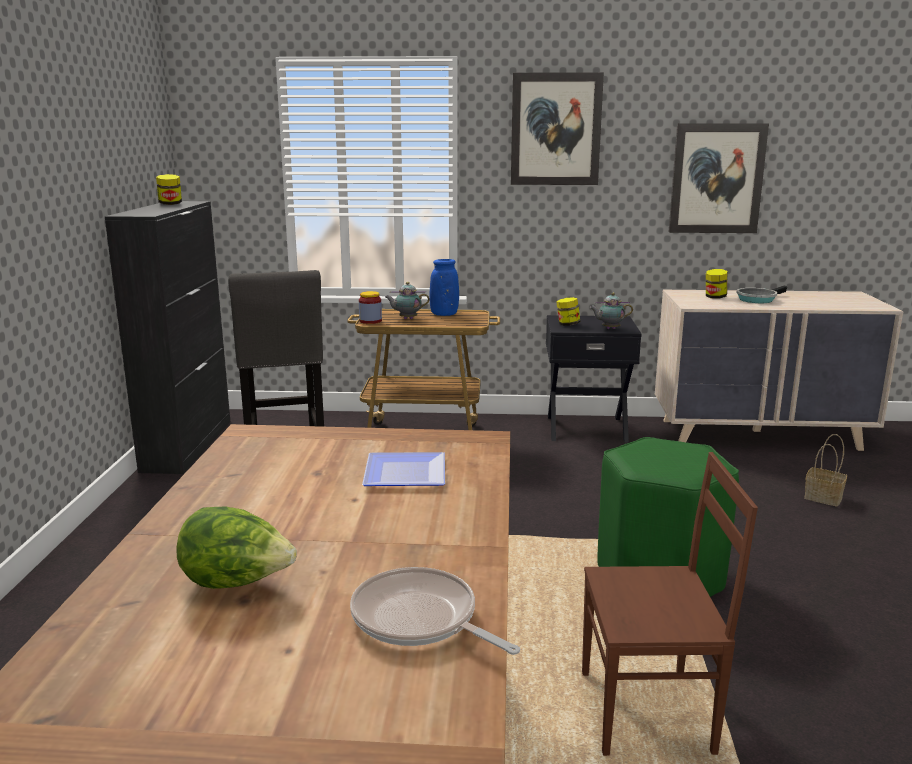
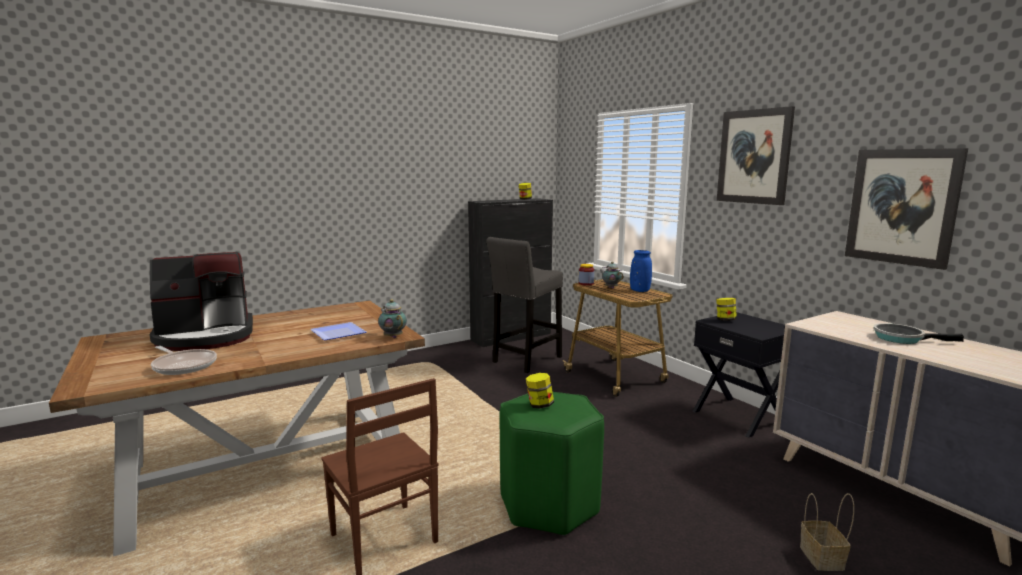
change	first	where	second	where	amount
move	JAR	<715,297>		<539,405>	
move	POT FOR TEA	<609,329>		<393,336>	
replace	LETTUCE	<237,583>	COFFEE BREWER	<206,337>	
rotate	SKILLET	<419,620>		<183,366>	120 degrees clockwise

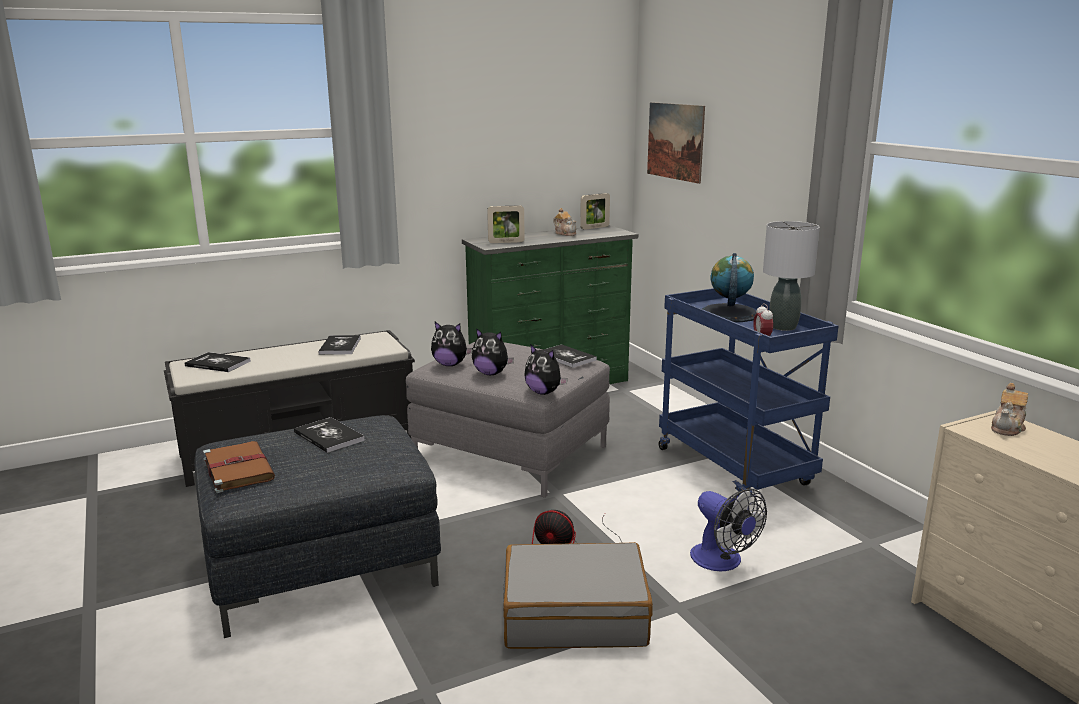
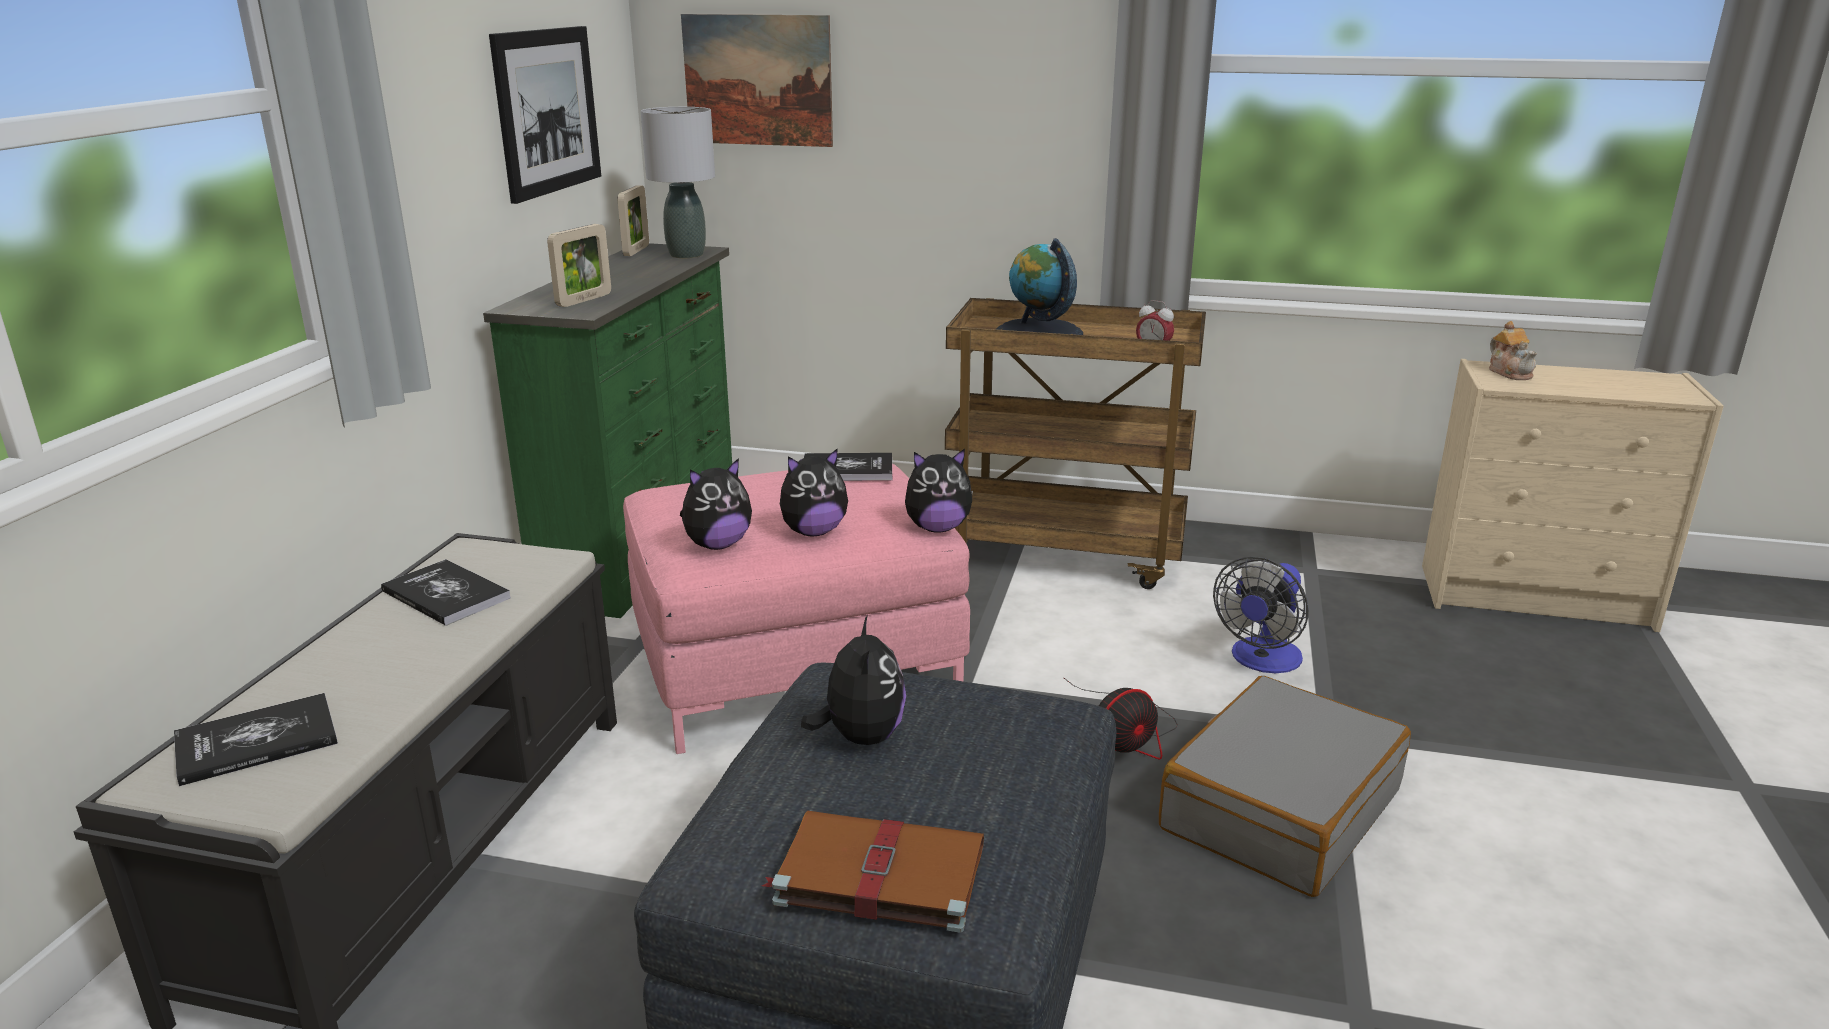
change	first	where	second	where	amount
delete	POT FOR TEA	<565,233>			
move	GREYISH TABLE LAMP	<783,327>		<686,255>	
recolor	BLUE-COLOURED CART	<735,468>	BROWN CART	<1067,553>	
recolor	GREYISH OTTOMAN	<511,452>	PINK-COLOURED OTTOMAN	<796,665>	
replace	BOUND BOOK	<329,436>	PLUSH TOY	<860,737>	
rotate	COOLING FAN	<722,561>		<1261,661>	120 degrees clockwise
insert			WALL PICTURE	<547,111>	

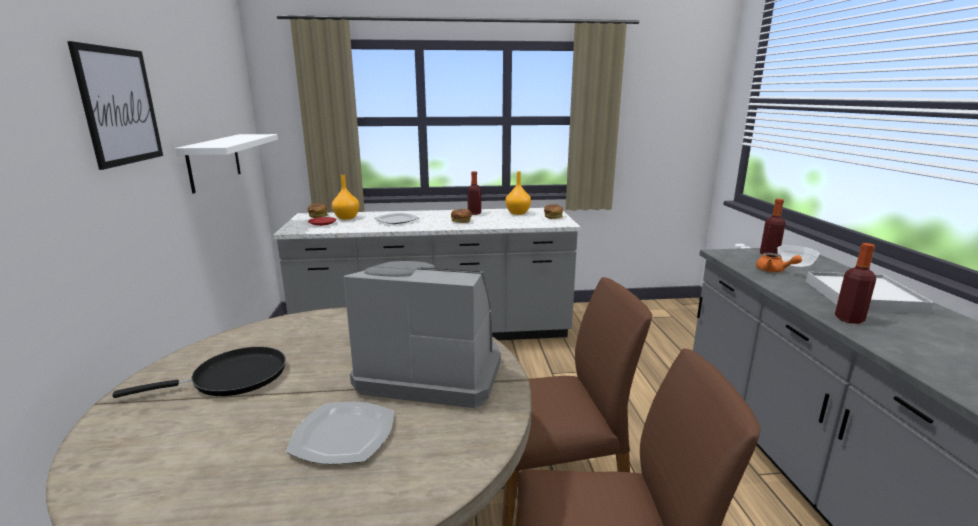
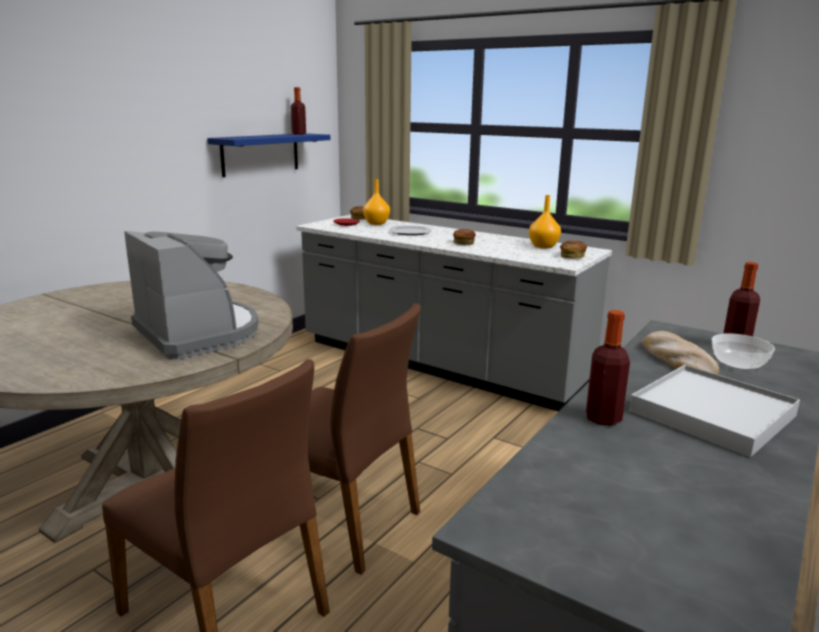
change	first	where	second	where	amount
delete	WALL PICTURE	<120,106>			
recolor	WHITISH WALL SHELF	<214,161>	BLUE-COLOURED WALL SHELF	<260,154>	
move	BOTTLE	<474,213>		<299,134>	
replace	ORANGE-COLOURED POT FOR TEA	<774,271>	BAKED BREAD	<676,360>	
delete	BLACKISH SKILLET	<233,378>			
delete	DINNER PLATE	<344,434>			

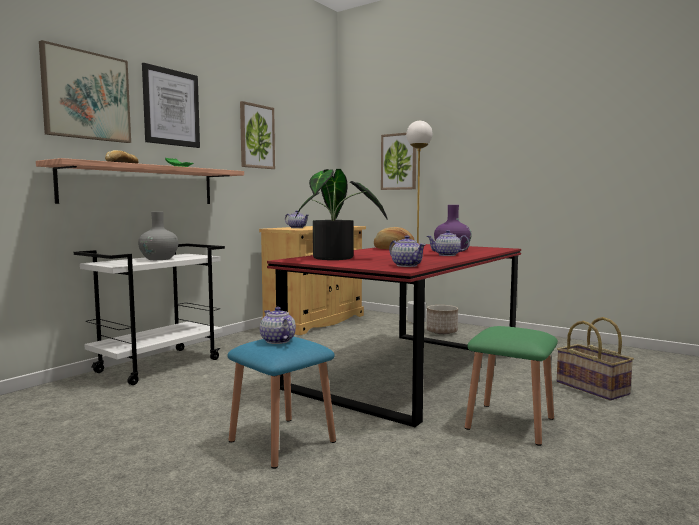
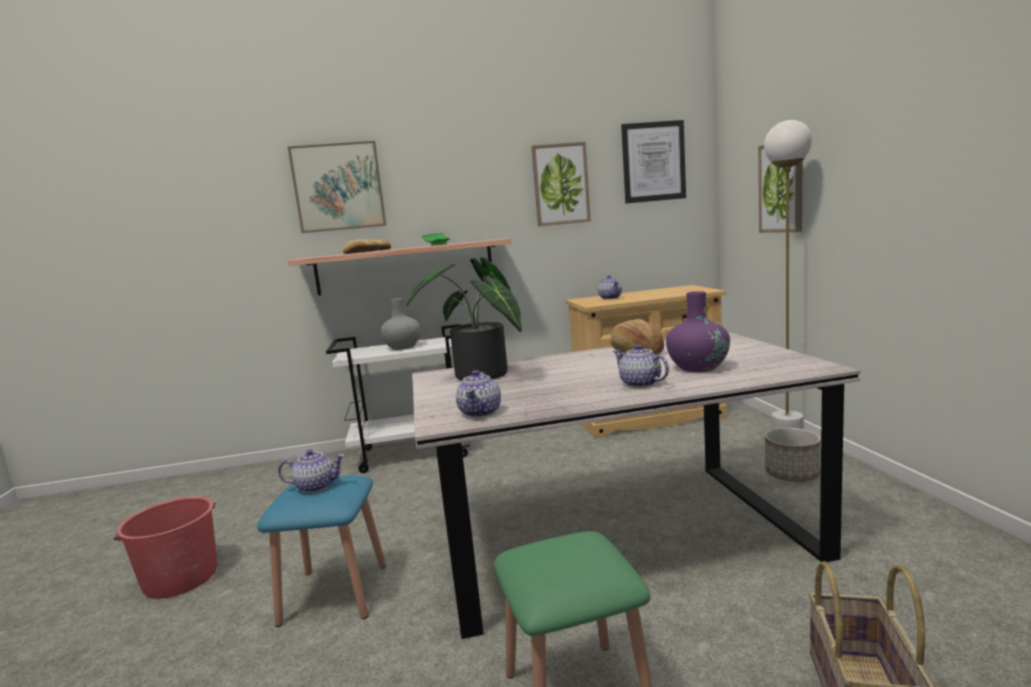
change	first	where	second	where	amount
move	WALL PICTURE	<171,107>		<653,162>	
recolor	RED-COLOURED DINNER TABLE	<406,369>	GREYISH DINNER TABLE	<617,534>	
rotate	POT FOR TEA	<277,341>		<315,486>	75 degrees clockwise
insert			RED-COLOURED PAIL	<180,578>	

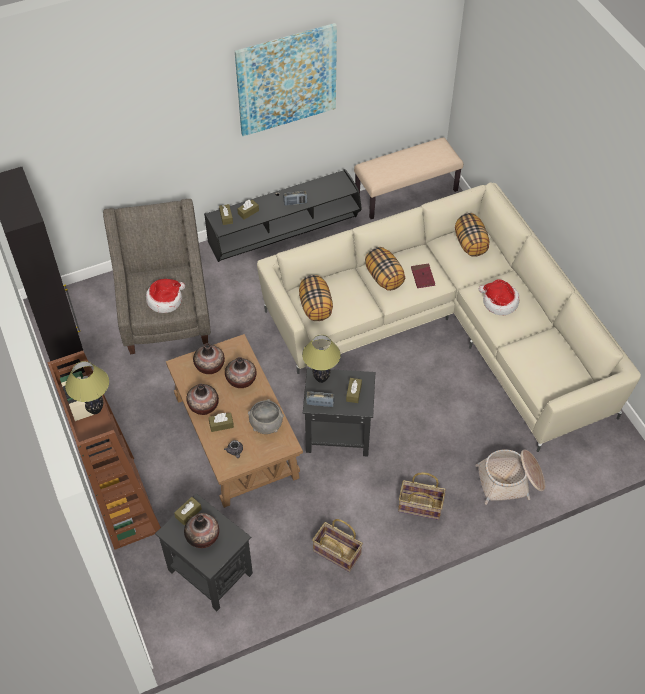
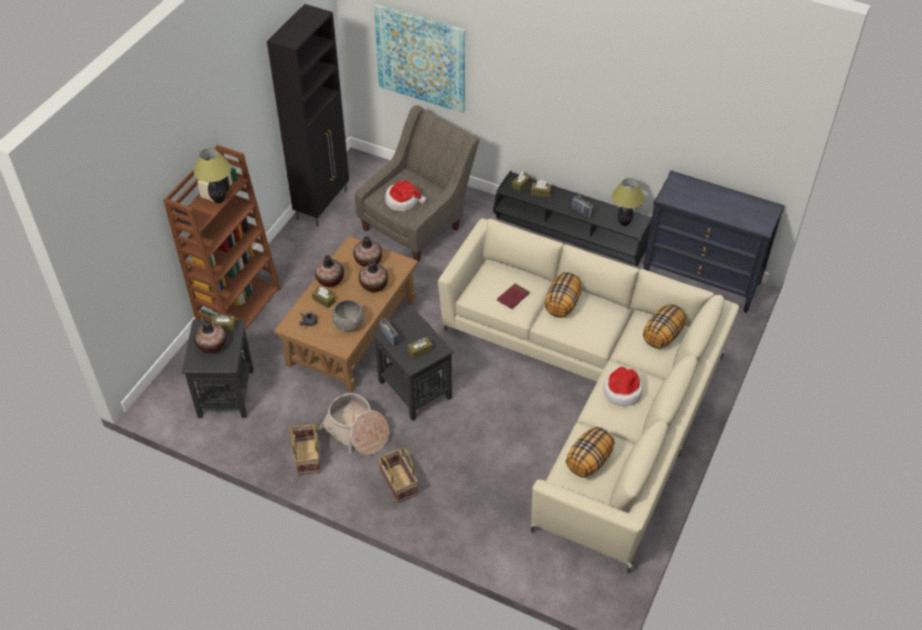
change	first	where	second	where	amount
move	WALL PICTURE	<286,79>		<421,58>	
replace	BEIGE-COLOURED BENCH	<406,192>	BLACKISH DRESSER	<701,280>	
move	RED-COLOURED BOUND BOOK	<422,277>		<513,297>	
move	PILLOW	<316,307>		<589,461>	
move	TABLE LAMP	<321,379>		<624,223>	
move	STORAGE BASKET	<510,481>		<357,432>	

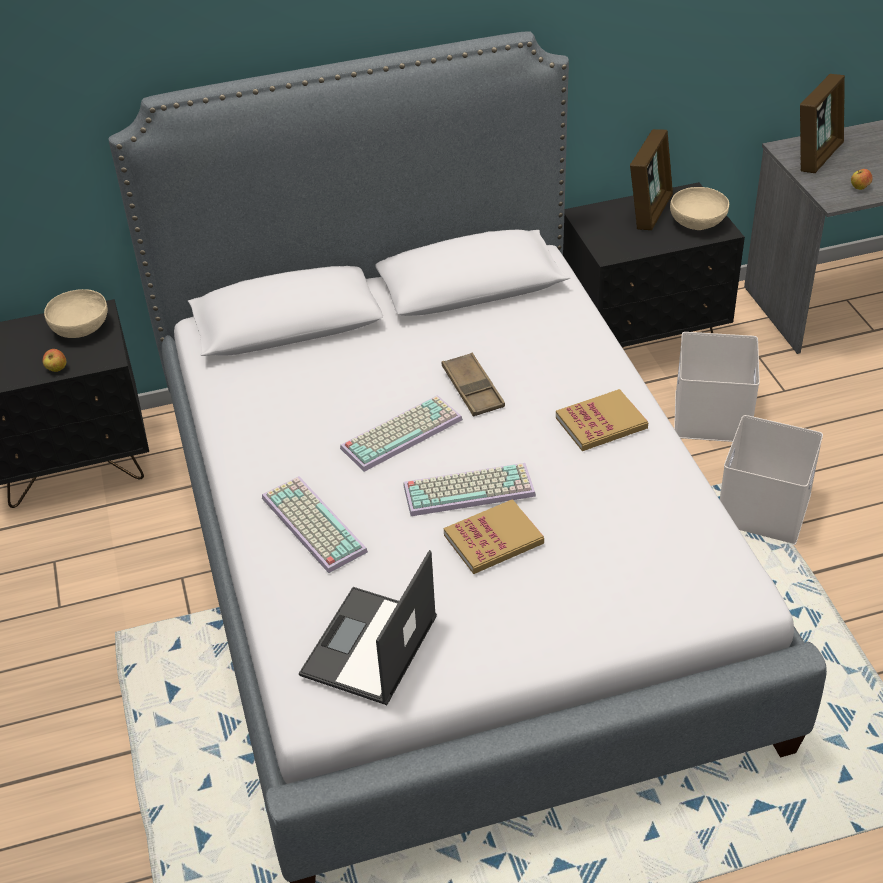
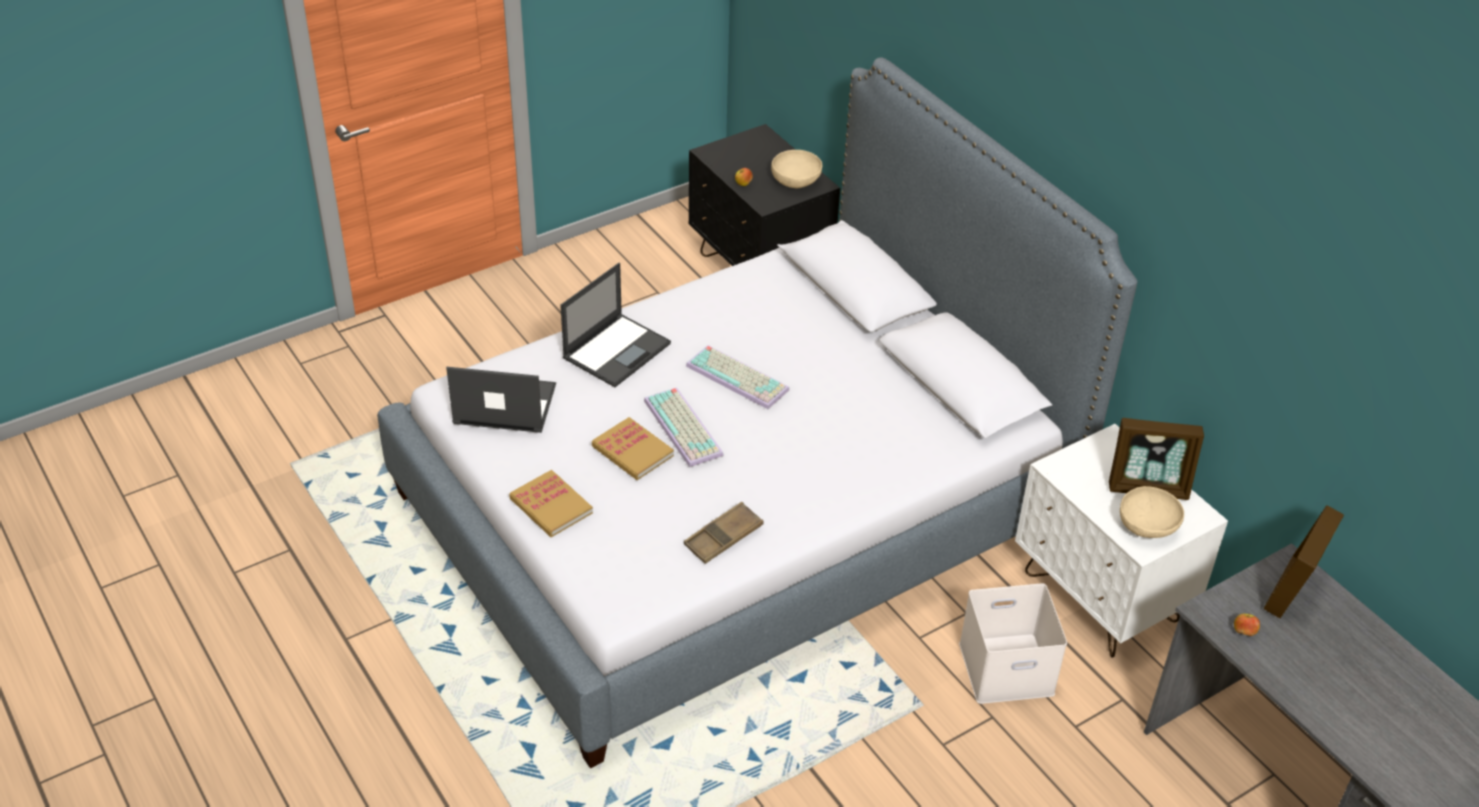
change	first	where	second	where	amount
rotate	PICTURE FRAME	<817,155>		<1292,591>	105 degrees clockwise
recolor	BLACKISH BEDSIDE TABLE	<642,339>	WHITISH BEDSIDE TABLE	<1101,598>	
move	BROWN CARRYING TRAY	<473,389>		<723,537>	
move	BOUND BOOK	<601,423>		<551,506>	
delete	WHITISH STORAGE BOX	<762,506>			
replace	COMPUTER KEYBOARD	<310,524>	PORTABLE COMPUTER	<617,350>	

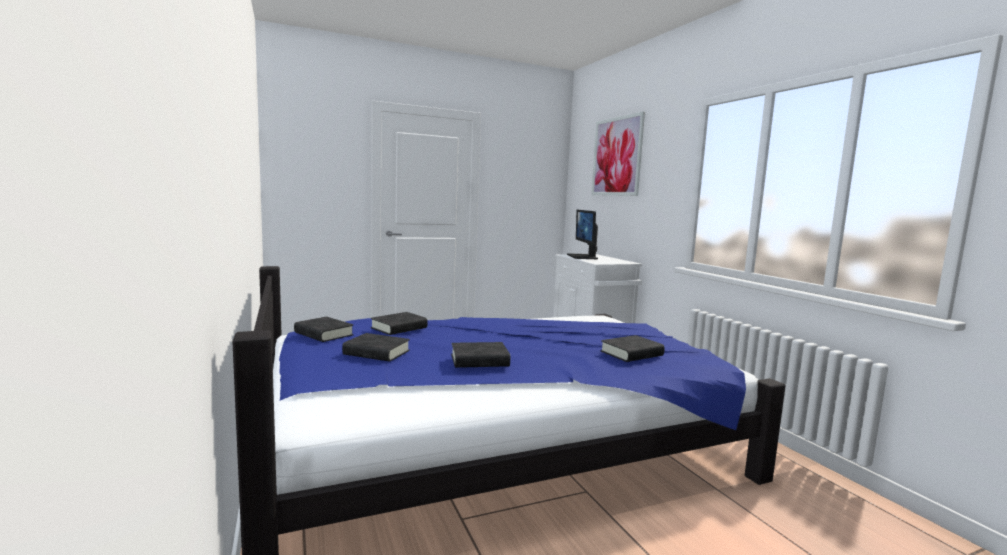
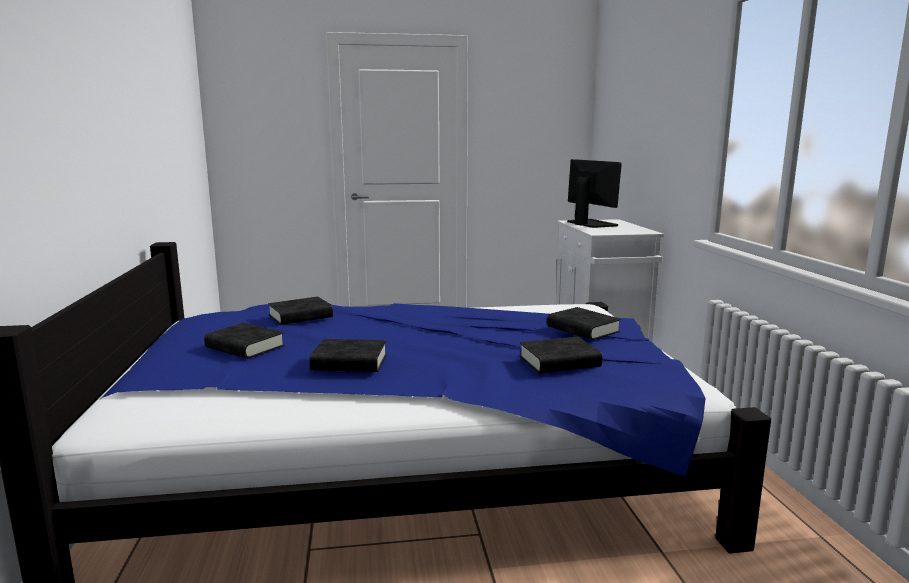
change	first	where	second	where	amount
delete	WALL PICTURE	<616,156>			
rotate	COMPUTER DISPLAY	<582,257>		<590,224>	150 degrees clockwise
move	BLACKISH BOUND BOOK	<323,334>		<583,329>	

